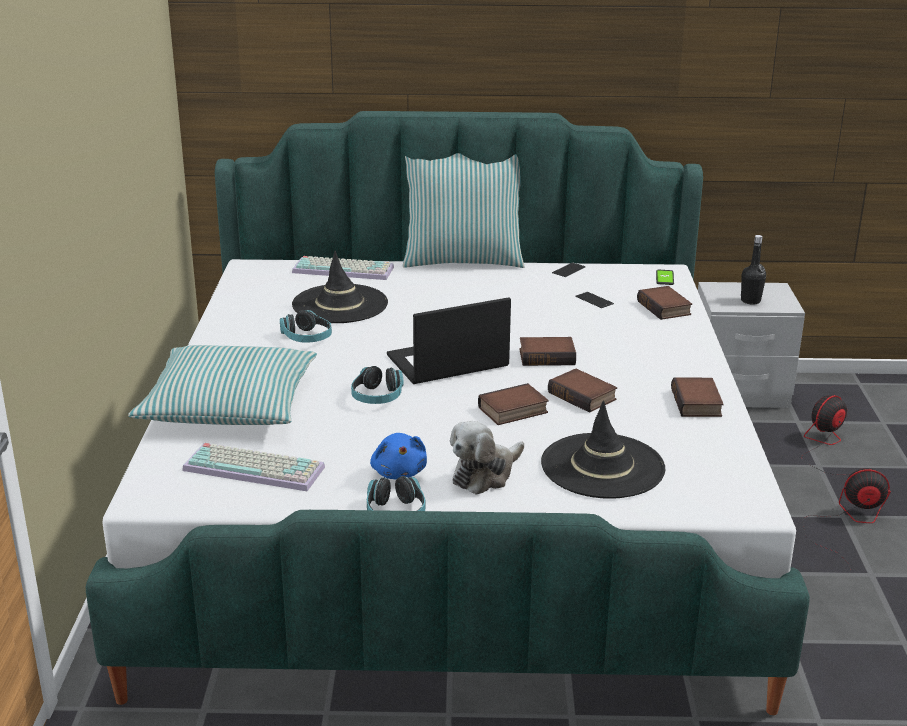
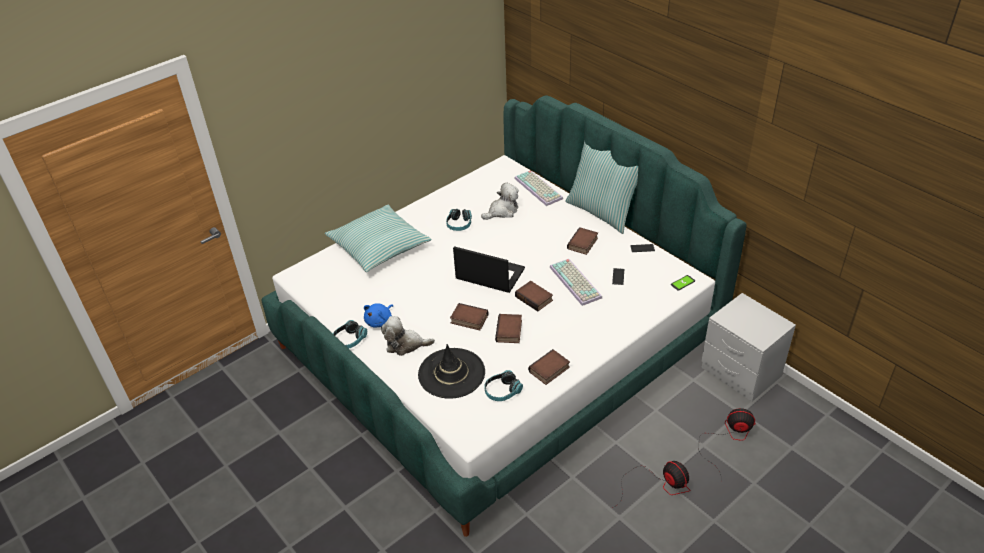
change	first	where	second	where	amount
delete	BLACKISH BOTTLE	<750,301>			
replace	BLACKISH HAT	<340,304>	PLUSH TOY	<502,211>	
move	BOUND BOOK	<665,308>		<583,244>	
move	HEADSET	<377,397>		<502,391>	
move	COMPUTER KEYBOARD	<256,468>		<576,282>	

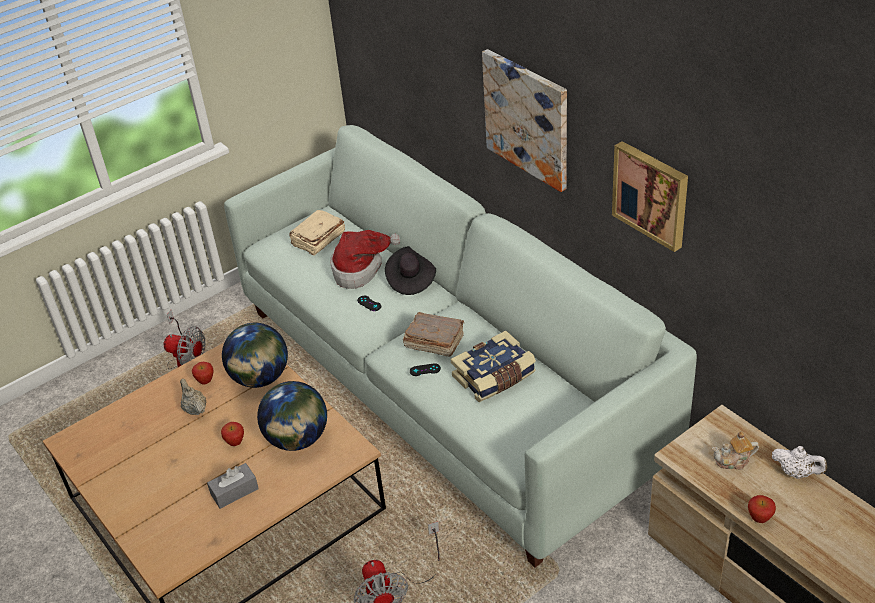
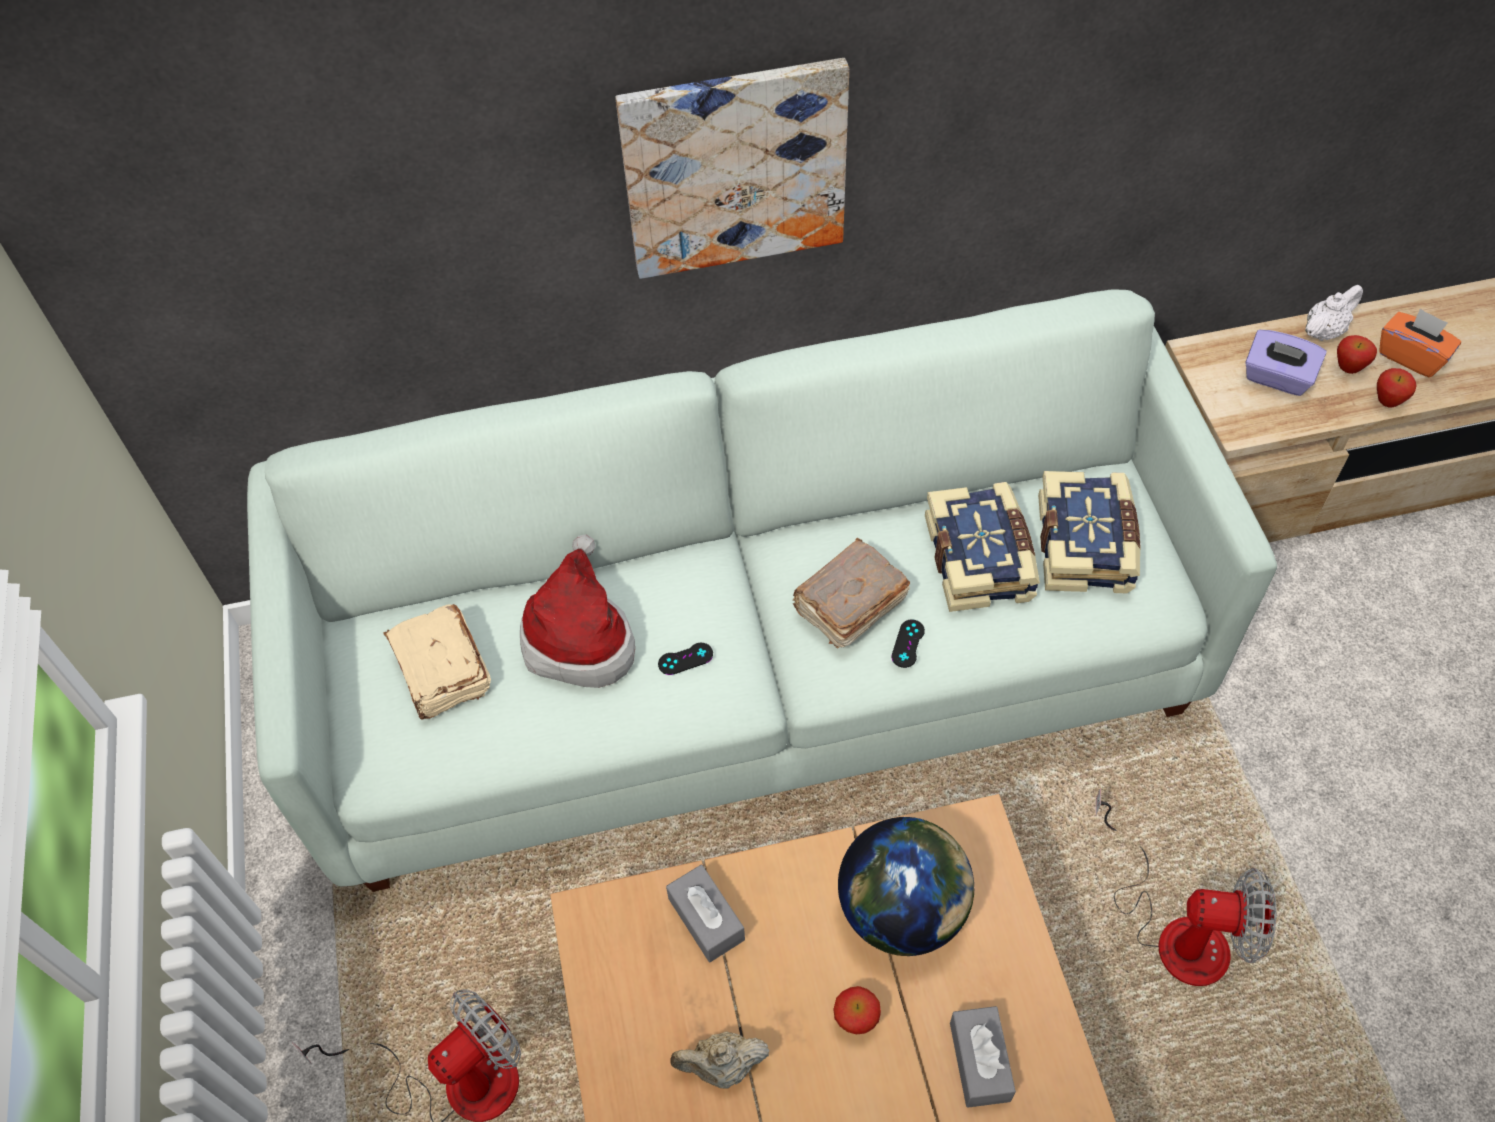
change	first	where	second	where	amount
delete	WALL PICTURE	<651,194>			
delete	BLACKISH HAT	<411,280>			
replace	DESK GLOBE	<260,378>	GREYISH TISSUE BOX	<706,919>	
move	APPLE FRUIT	<205,382>		<1348,368>	
replace	POT FOR TEA	<733,461>	PURPLE-COLOURED TISSUE BOX	<1276,378>	
insert			ORANGE-COLOURED TISSUE BOX	<1411,356>	
insert			BOUND BOOK	<1086,545>	

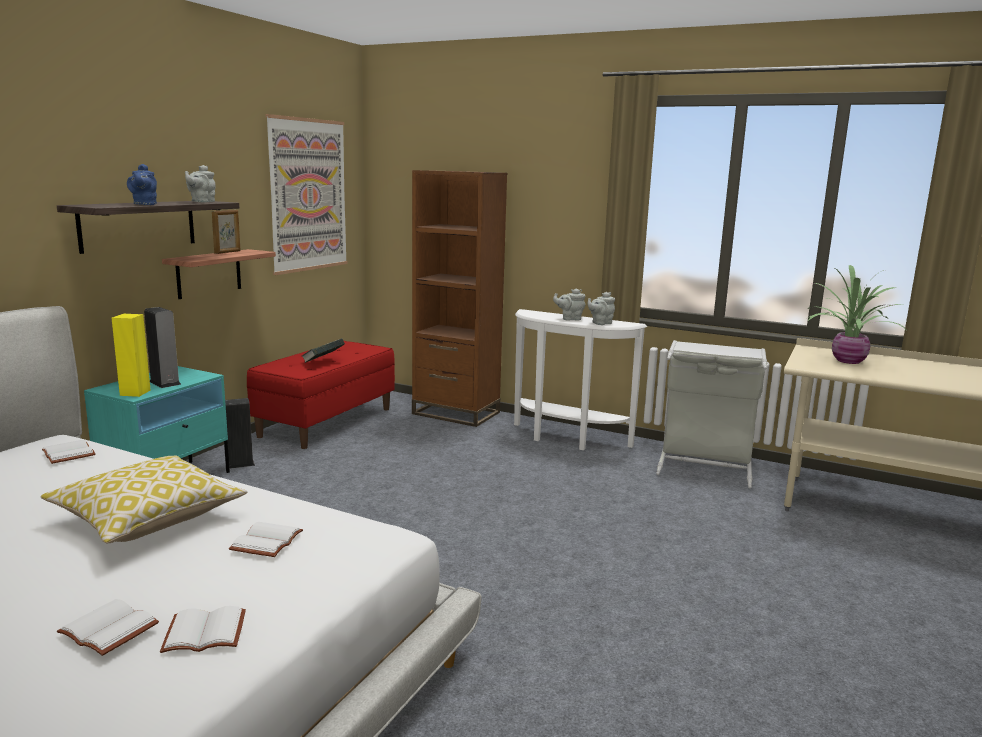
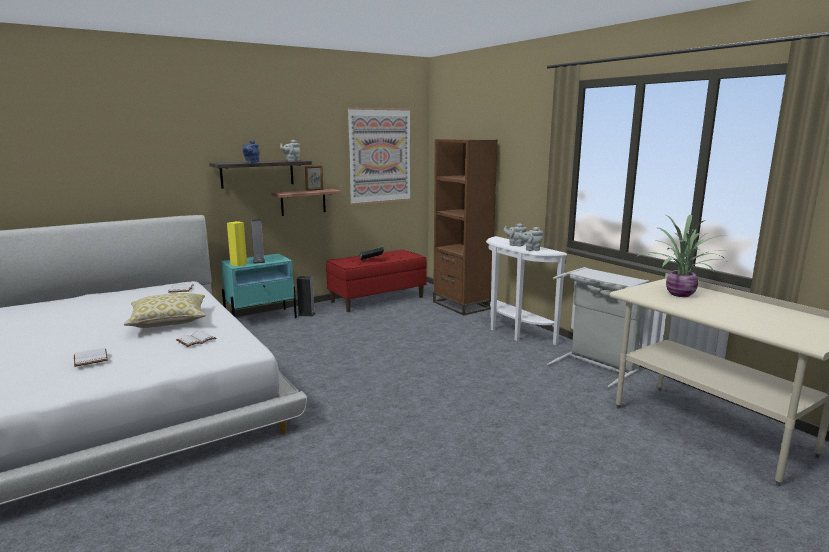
change	first	where	second	where	amount
delete	WHITISH BOUND BOOK	<206,631>			

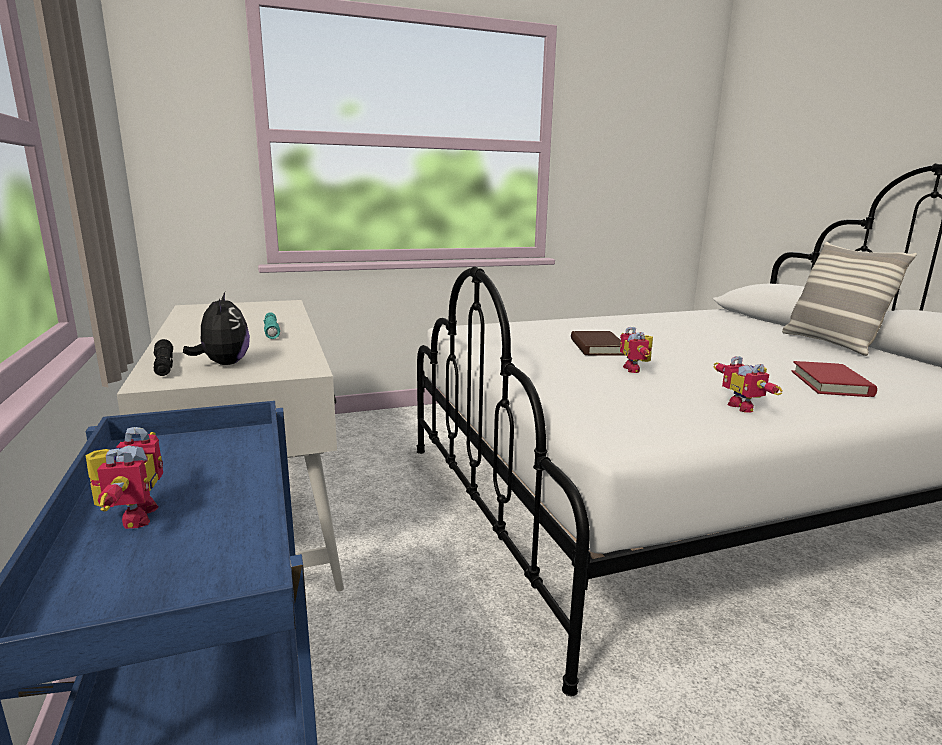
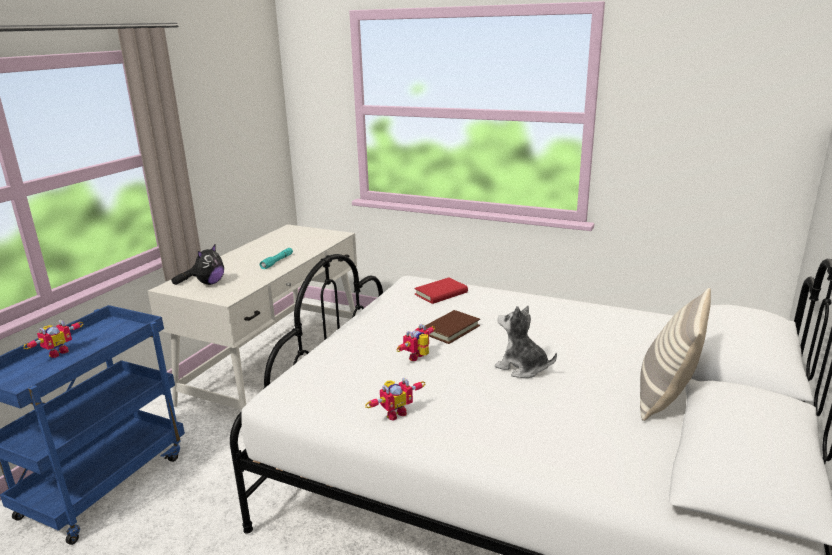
change	first	where	second	where	amount
rotate	ROBOT FIGURE	<744,407>		<394,413>	150 degrees counterclockwise
move	RED-COLOURED BOUND BOOK	<830,383>		<441,293>	
insert			PLUSH TOY	<522,368>	

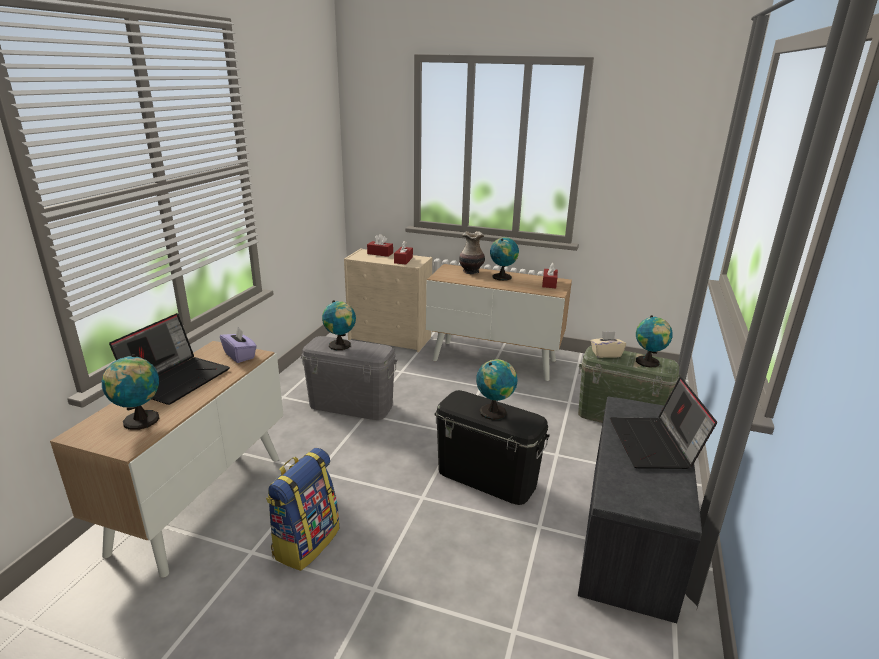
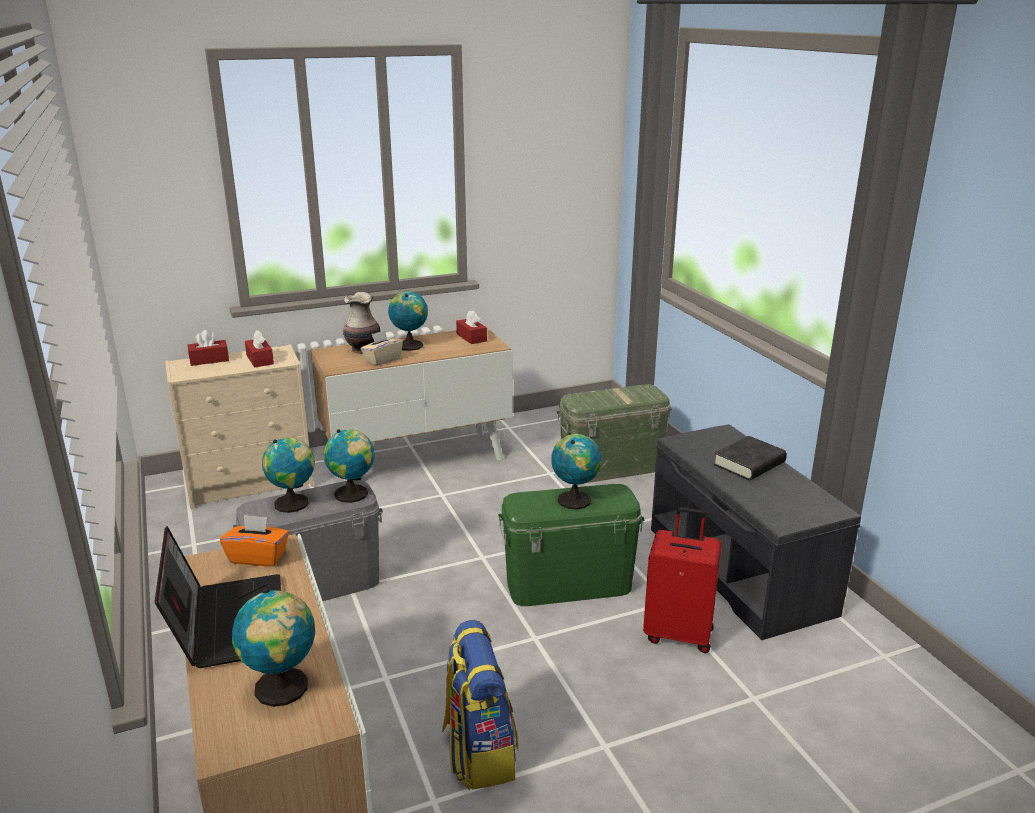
change	first	where	second	where	amount
move	DESK GLOBE	<648,362>		<353,494>	
recolor	PURPLE-COLOURED TISSUE BOX	<240,355>	ORANGE-COLOURED TISSUE BOX	<258,557>	
move	BEIGE-COLOURED TISSUE BOX	<606,354>		<382,360>	
replace	PORTABLE COMPUTER	<655,444>	BLACKISH BOUND BOOK	<749,464>	
recolor	BLACKISH STORAGE BOX	<487,477>	GREENISH STORAGE BOX	<569,584>	
insert			RED-COLOURED TRAVEL CASE	<679,634>	

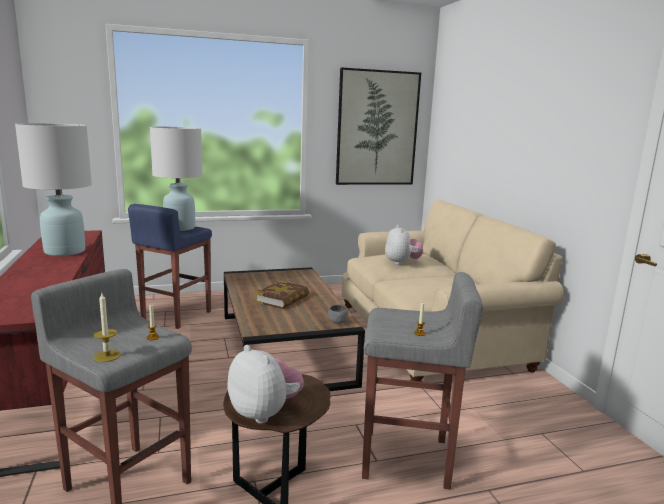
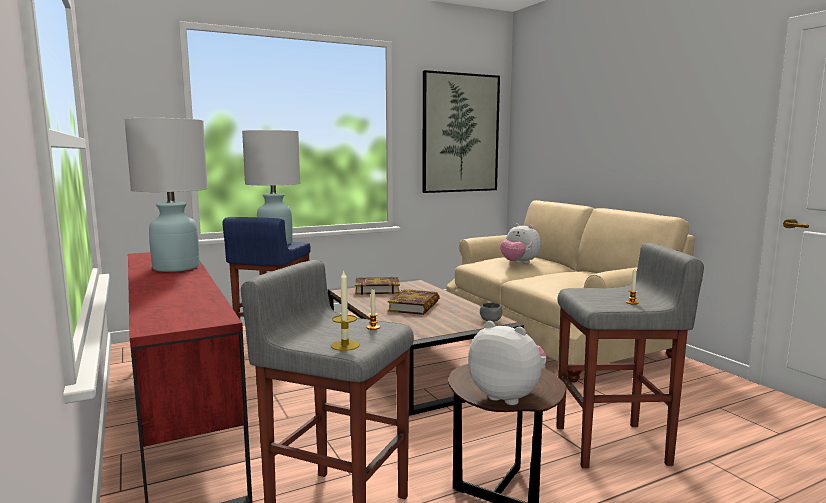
change	first	where	second	where	amount
rotate	PLUSH TOY	<402,263>		<519,263>	150 degrees clockwise
insert			BOUND BOOK	<377,289>	

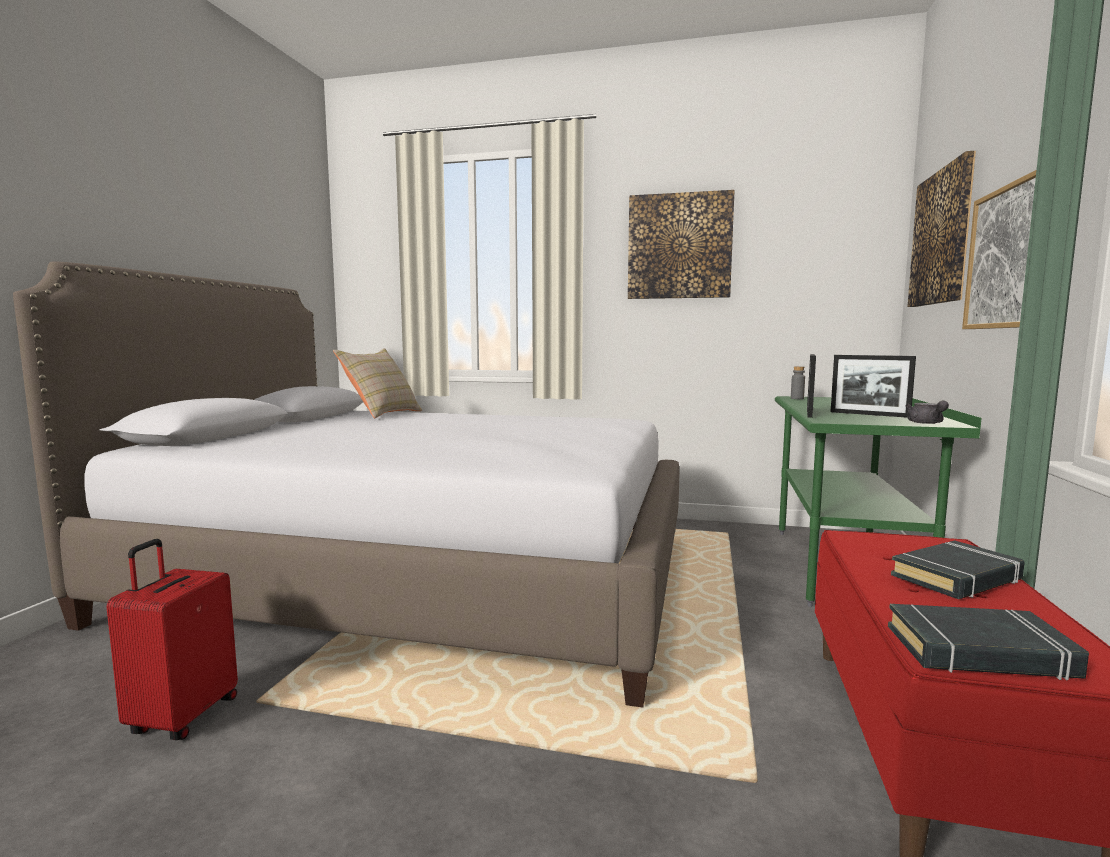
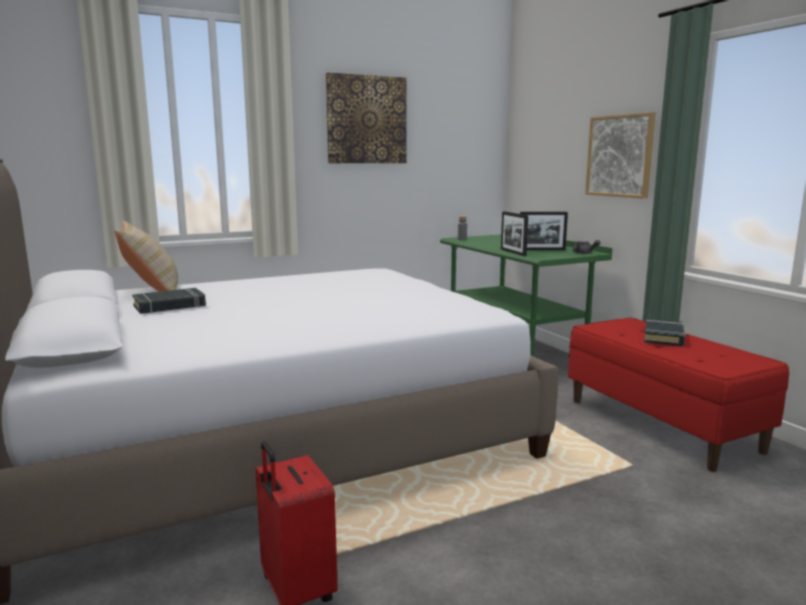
change	first	where	second	where	amount
delete	WALL PICTURE	<942,237>			
move	BLACKISH BOUND BOOK	<979,652>		<170,306>	

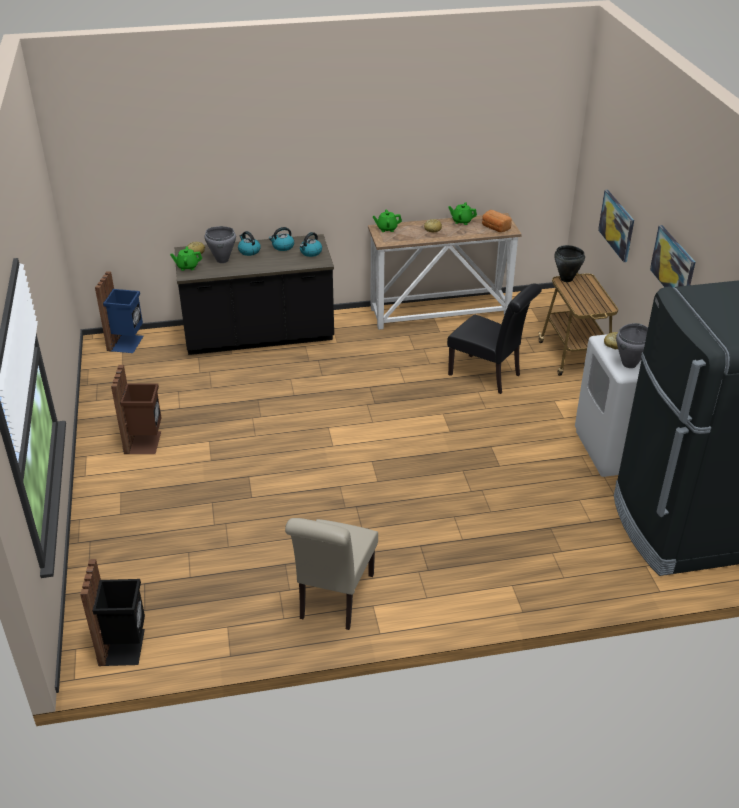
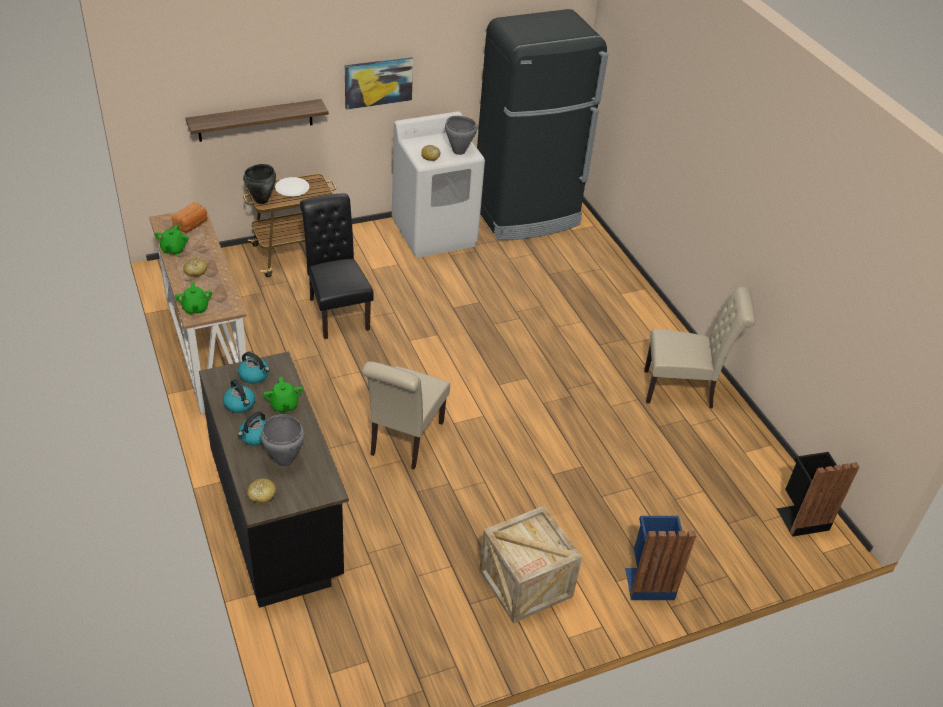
change	first	where	second	where	amount
replace	WALL PICTURE	<617,225>	WALL SHELF	<255,120>	
move	GREENISH POT FOR TEA	<187,267>		<284,405>	
move	BLUE-COLOURED WASTE BIN	<127,343>		<648,581>	
rotate	BLACKISH UPRIGHT CHAIR	<488,376>		<337,311>	45 degrees counterclockwise
replace	BROWN WASTE BIN	<145,442>	CRATE	<525,583>	
insert			WHITISH DINNER PLATE	<292,188>	
insert			BEIGE-COLOURED UPRIGHT CHAIR	<404,441>	

